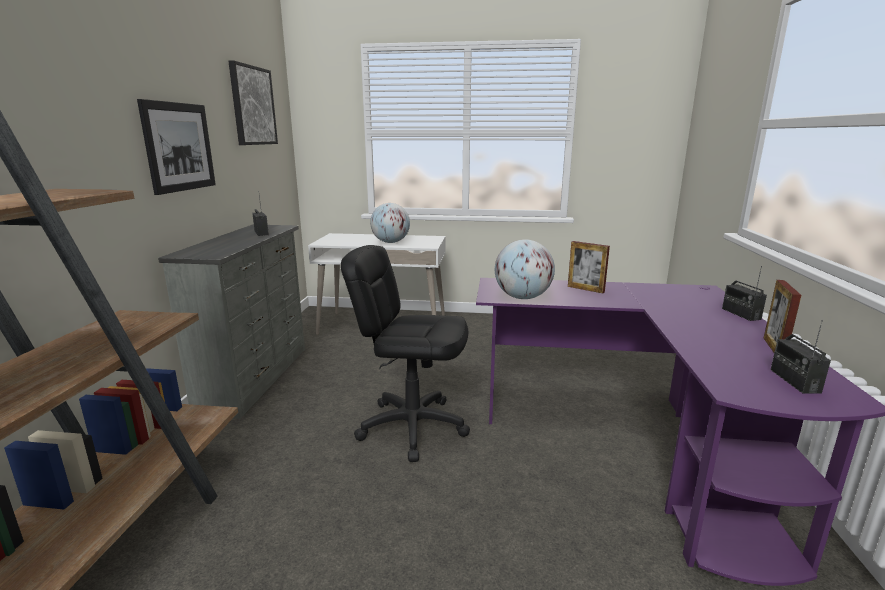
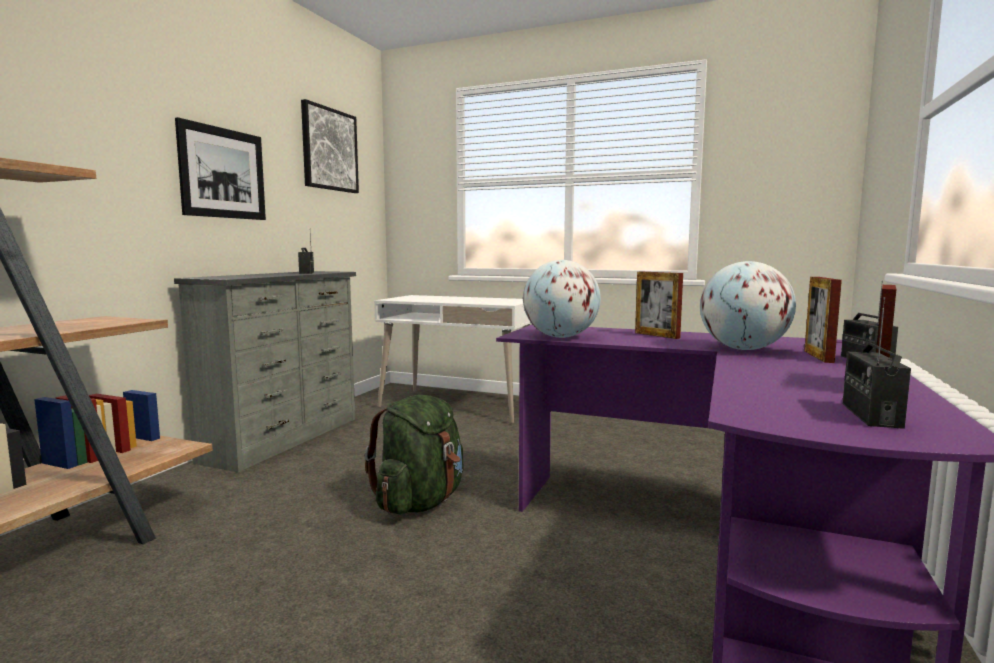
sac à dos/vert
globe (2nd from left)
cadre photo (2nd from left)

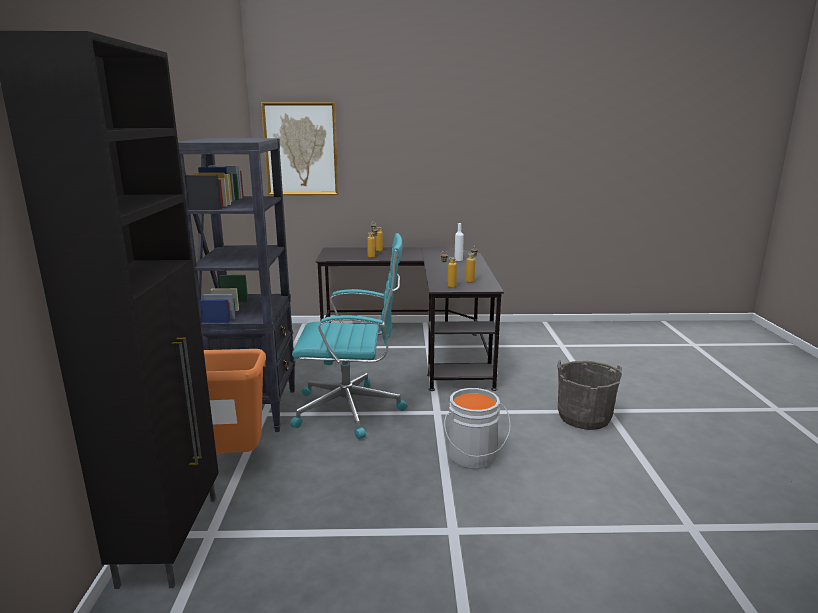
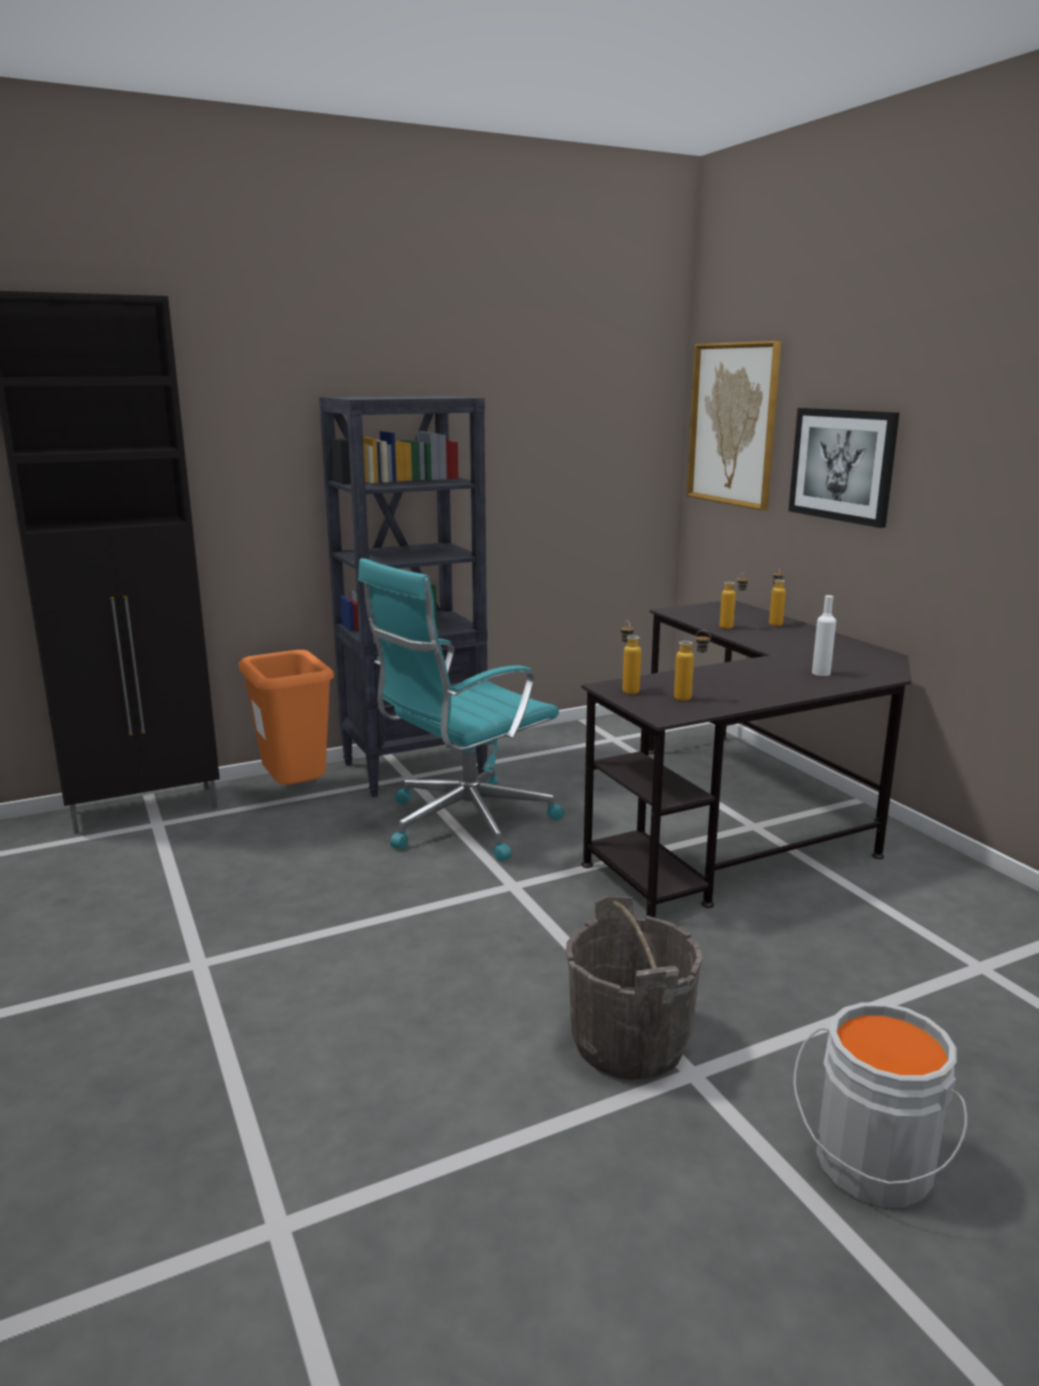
chaise de bureau/turquoise
seau/gris (2nd from left)
tableau (2nd from left)

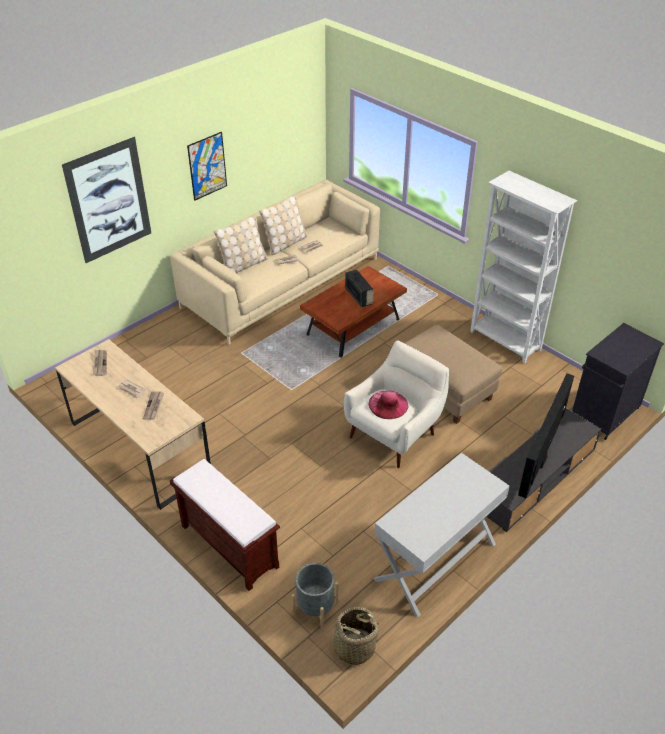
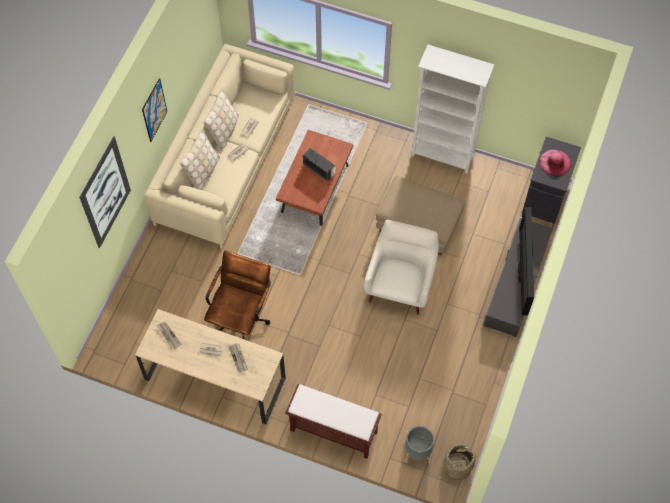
chapeau/rose
table console/blanc
chaise de bureau/marron

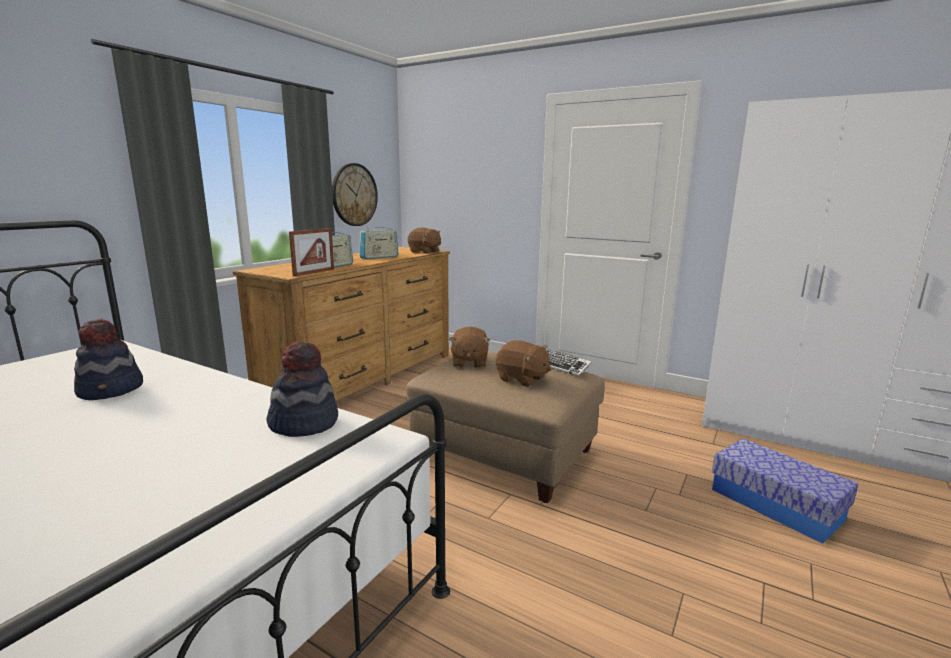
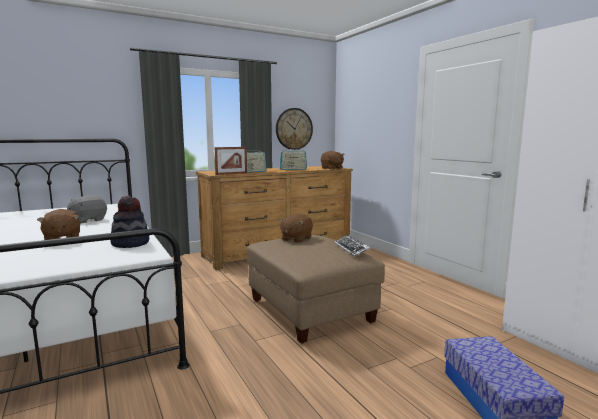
peluche/gris
peluche/marron (1st from left)

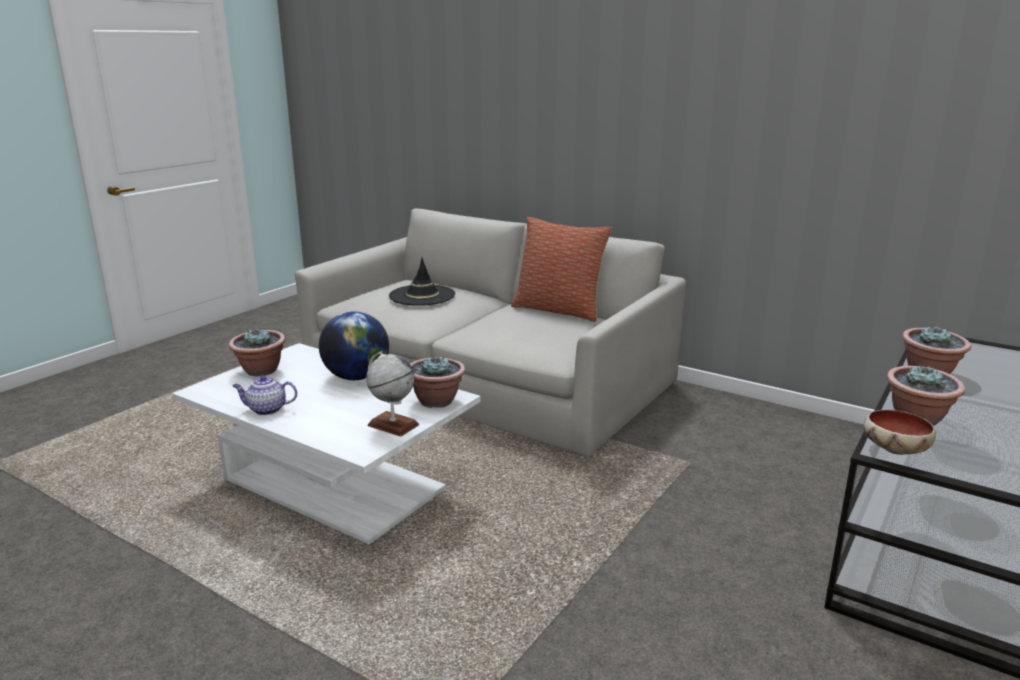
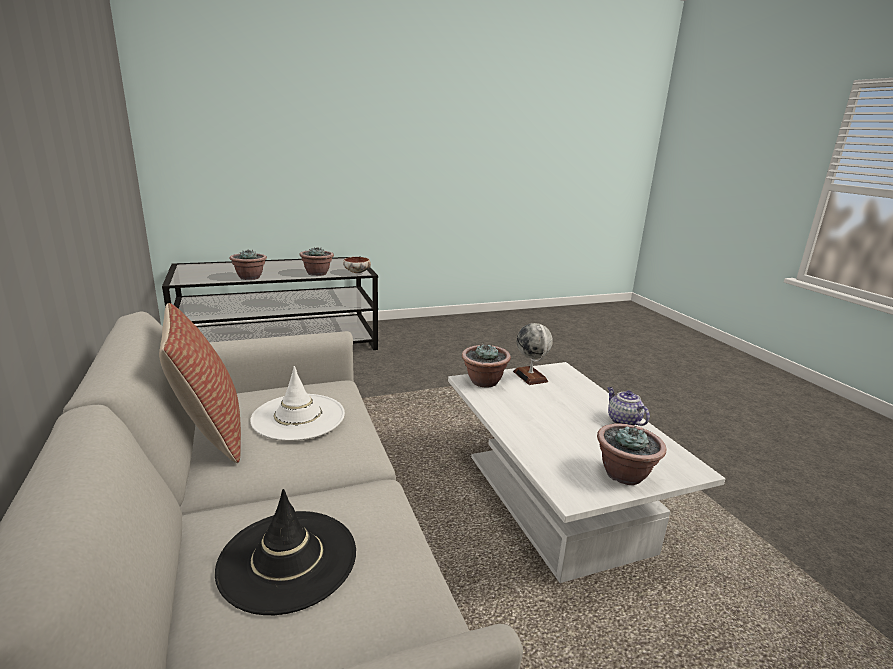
théière
globe (1st from left in the first image)
chapeau/blanc

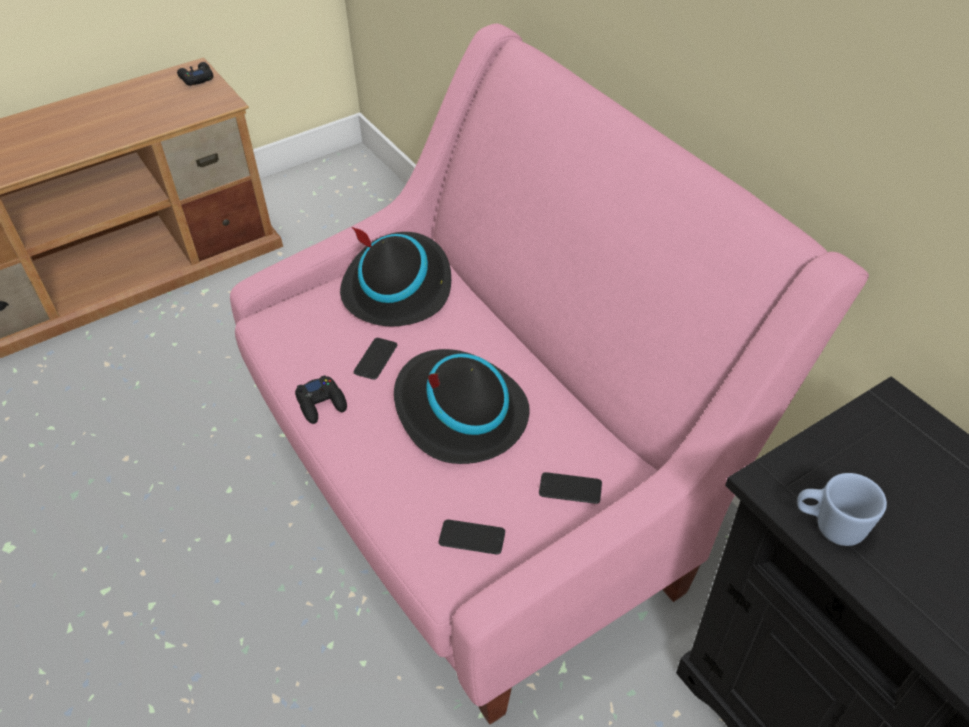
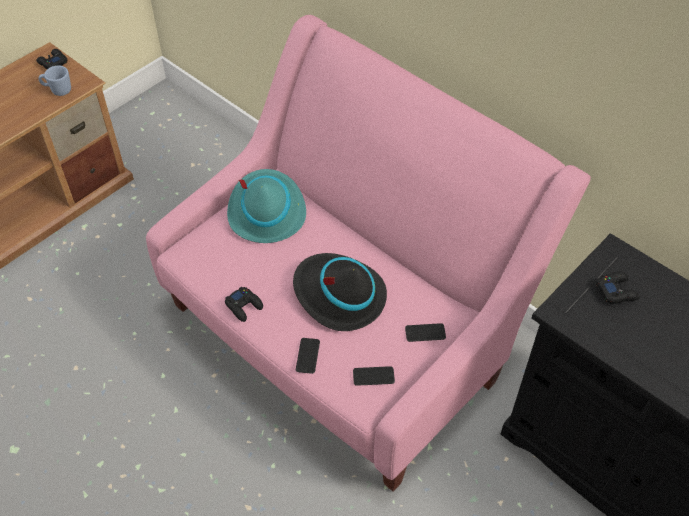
chapeau/turquoise
téléphone (1st from left)
mug/bleu
manette/noir (3rd from left)

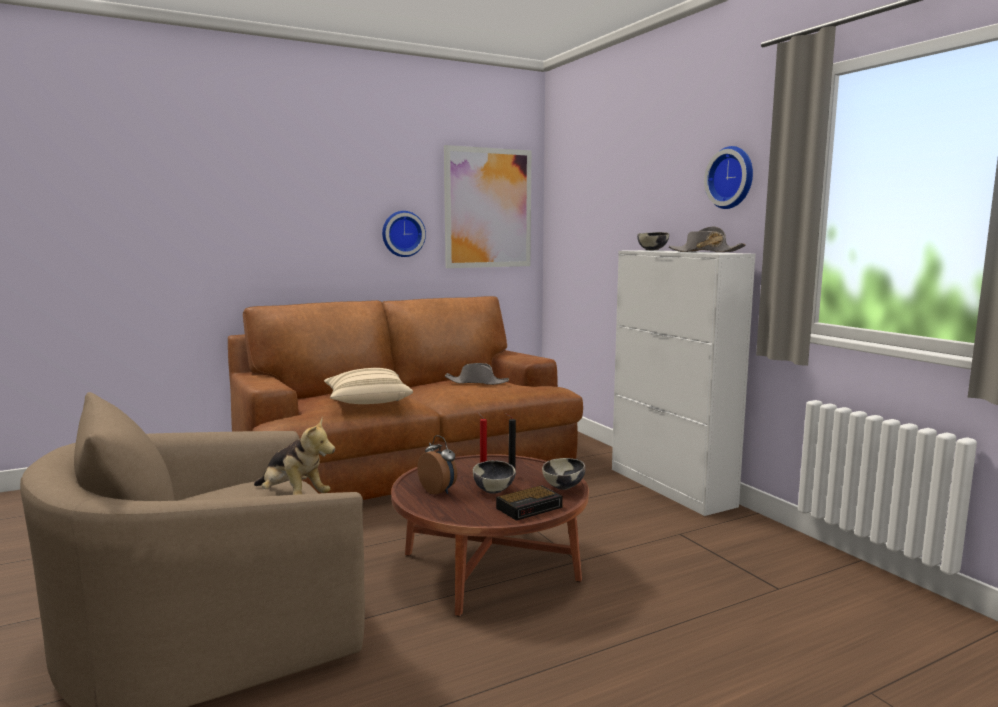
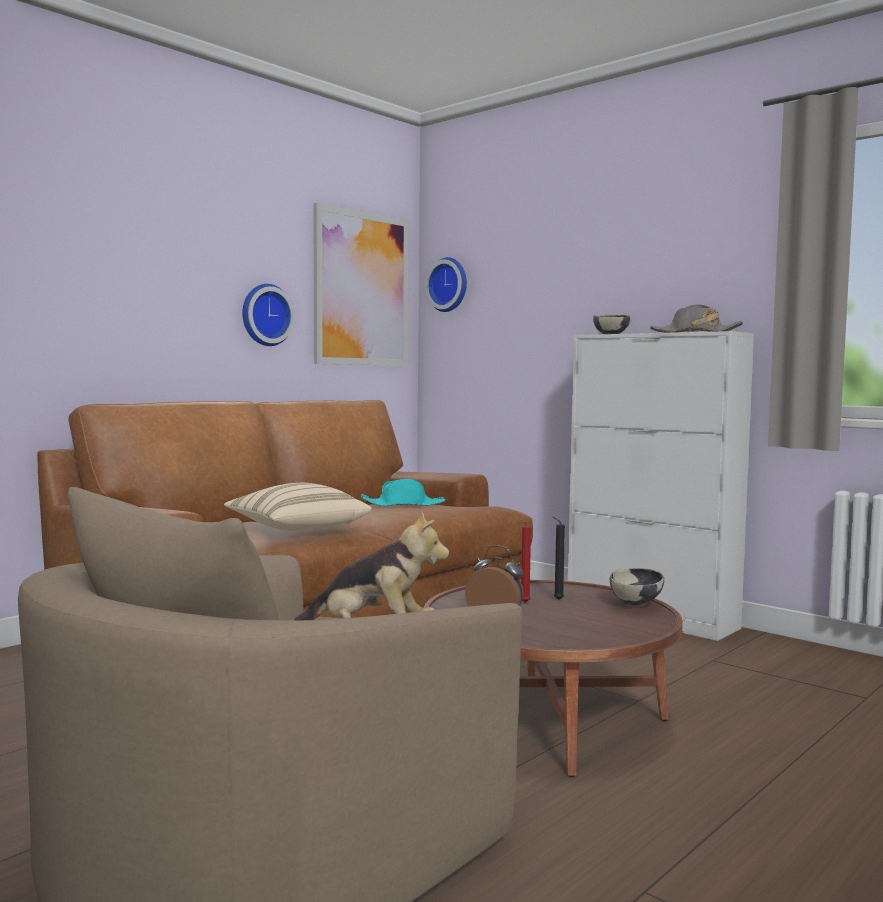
chapeau/turquoise
bol (1st from left in the first image)
réveil (2nd from left in the first image)
horloge murale (2nd from left)

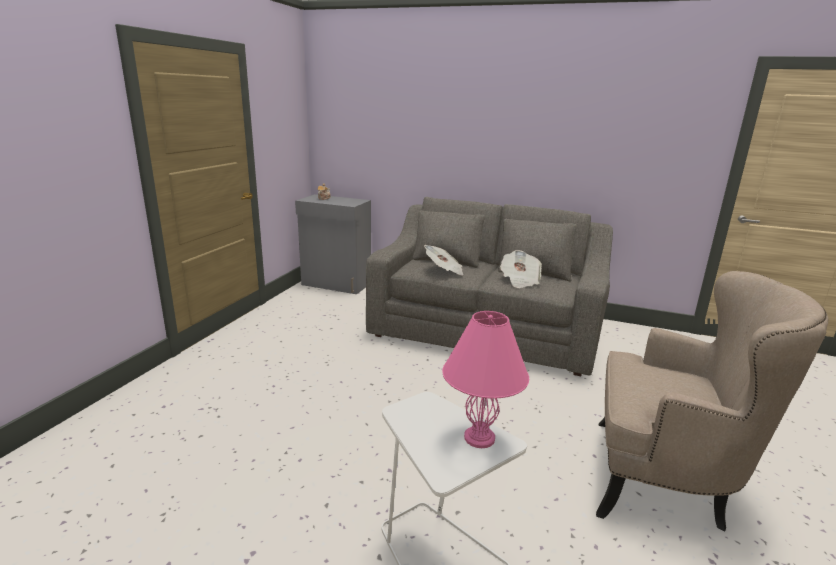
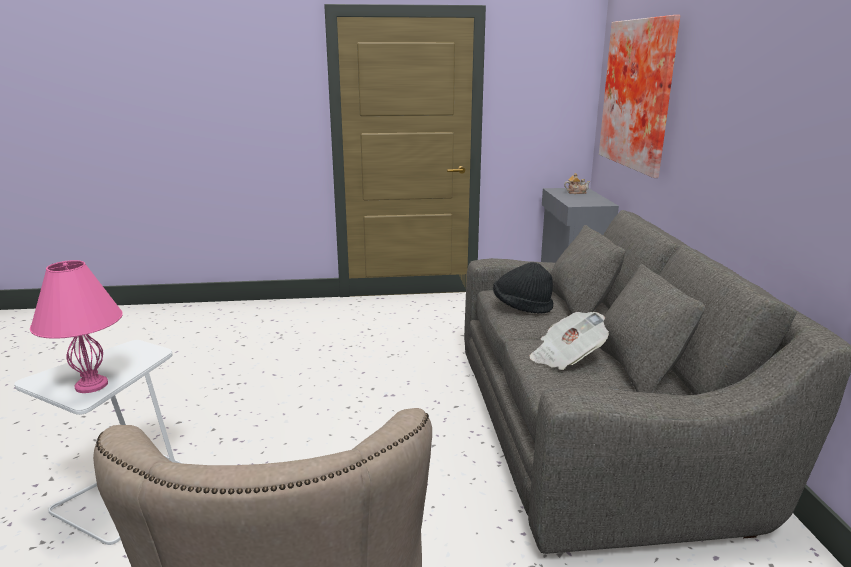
chapeau/noir
tableau

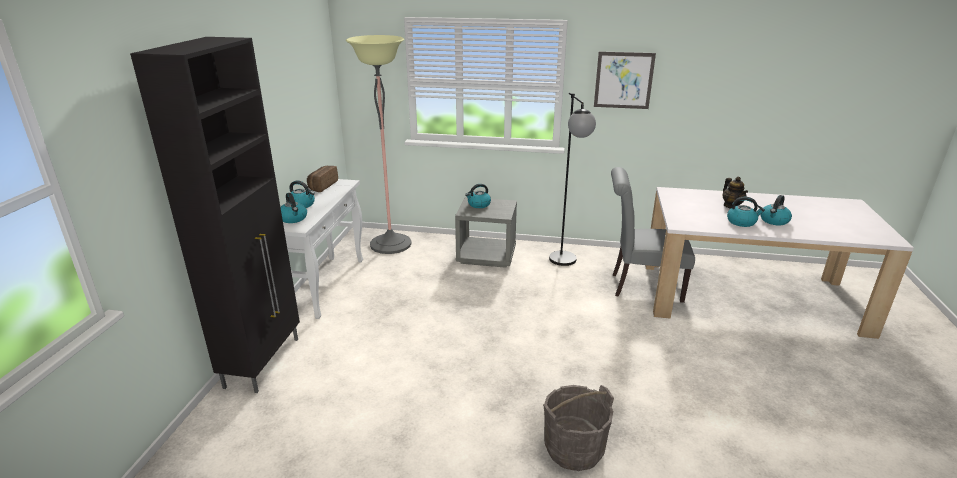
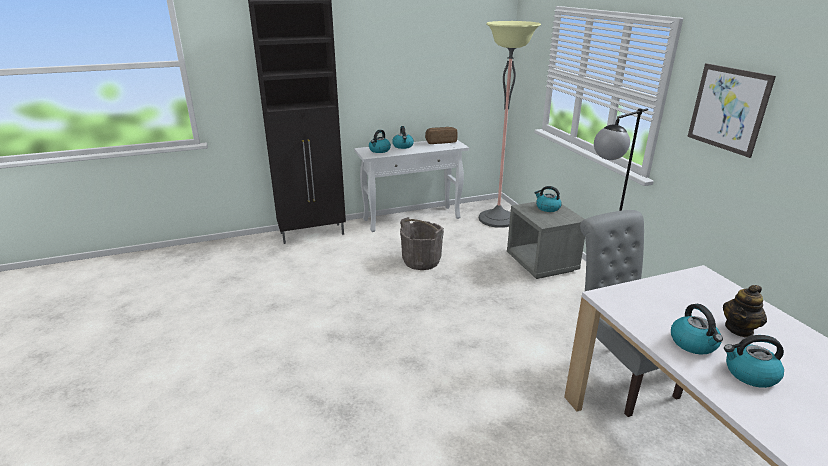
seau/gris

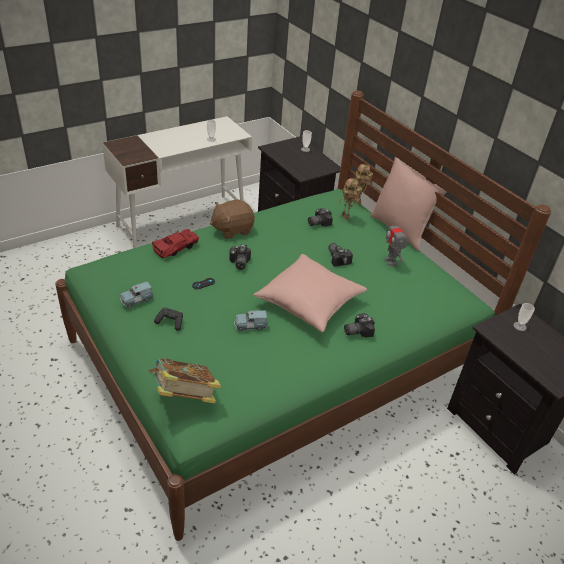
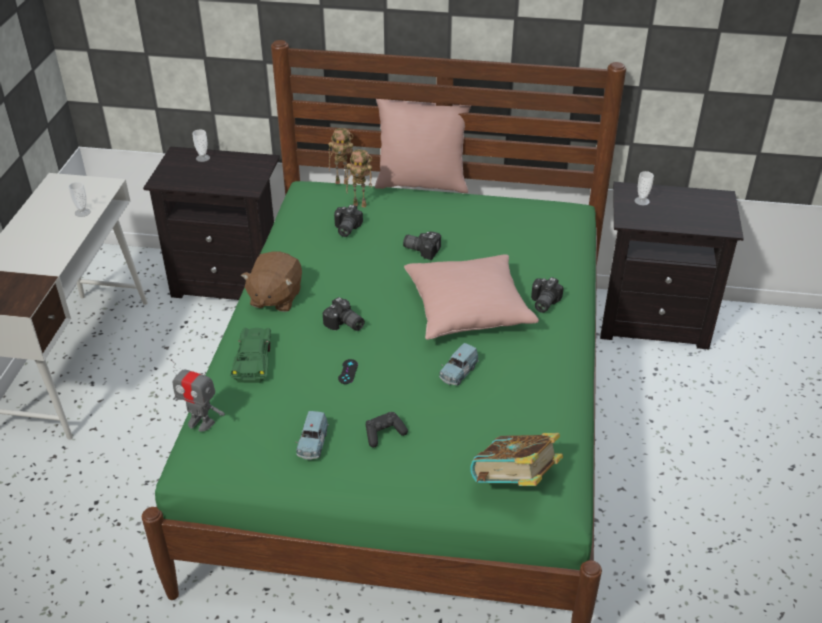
petite voiture/vert
robot jouet (1st from left)

